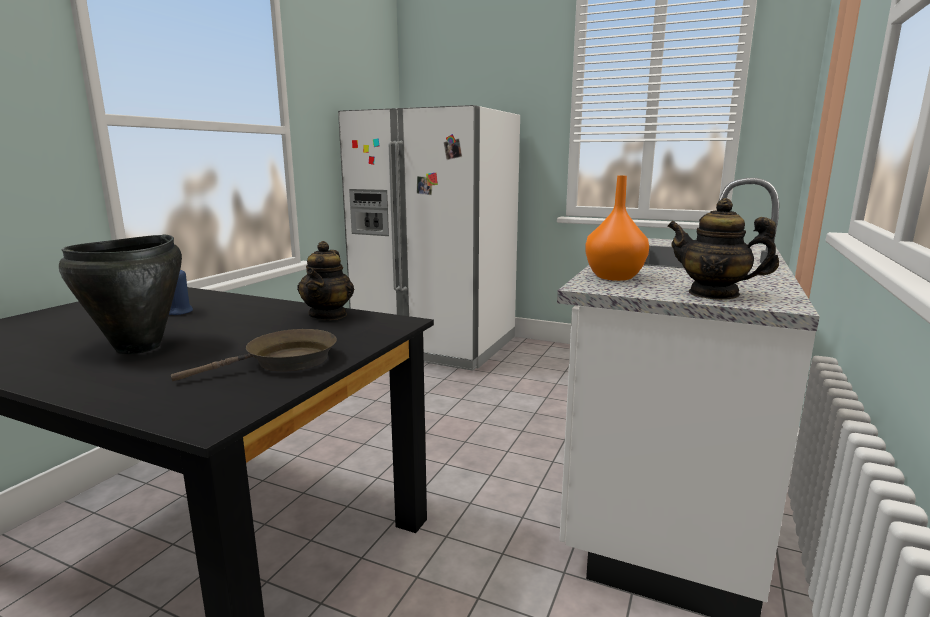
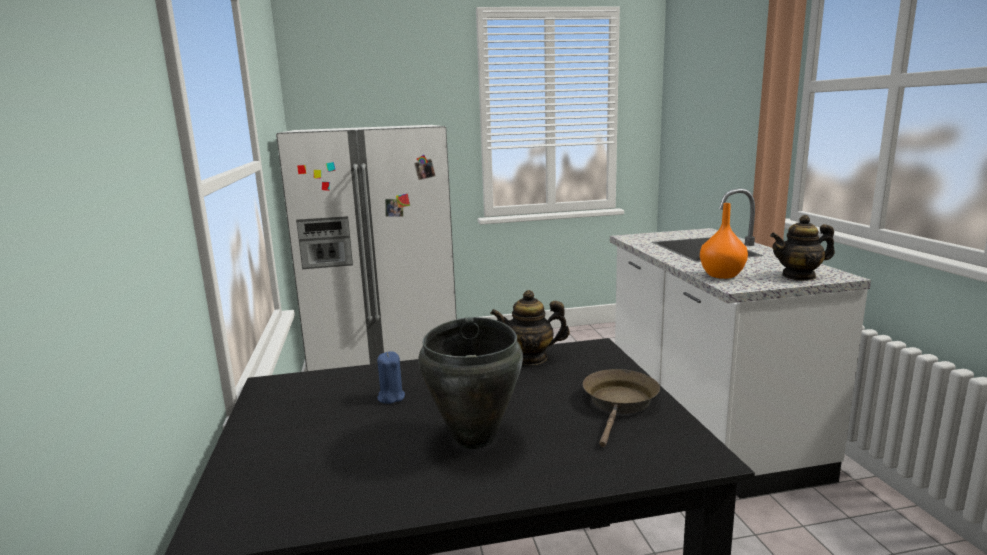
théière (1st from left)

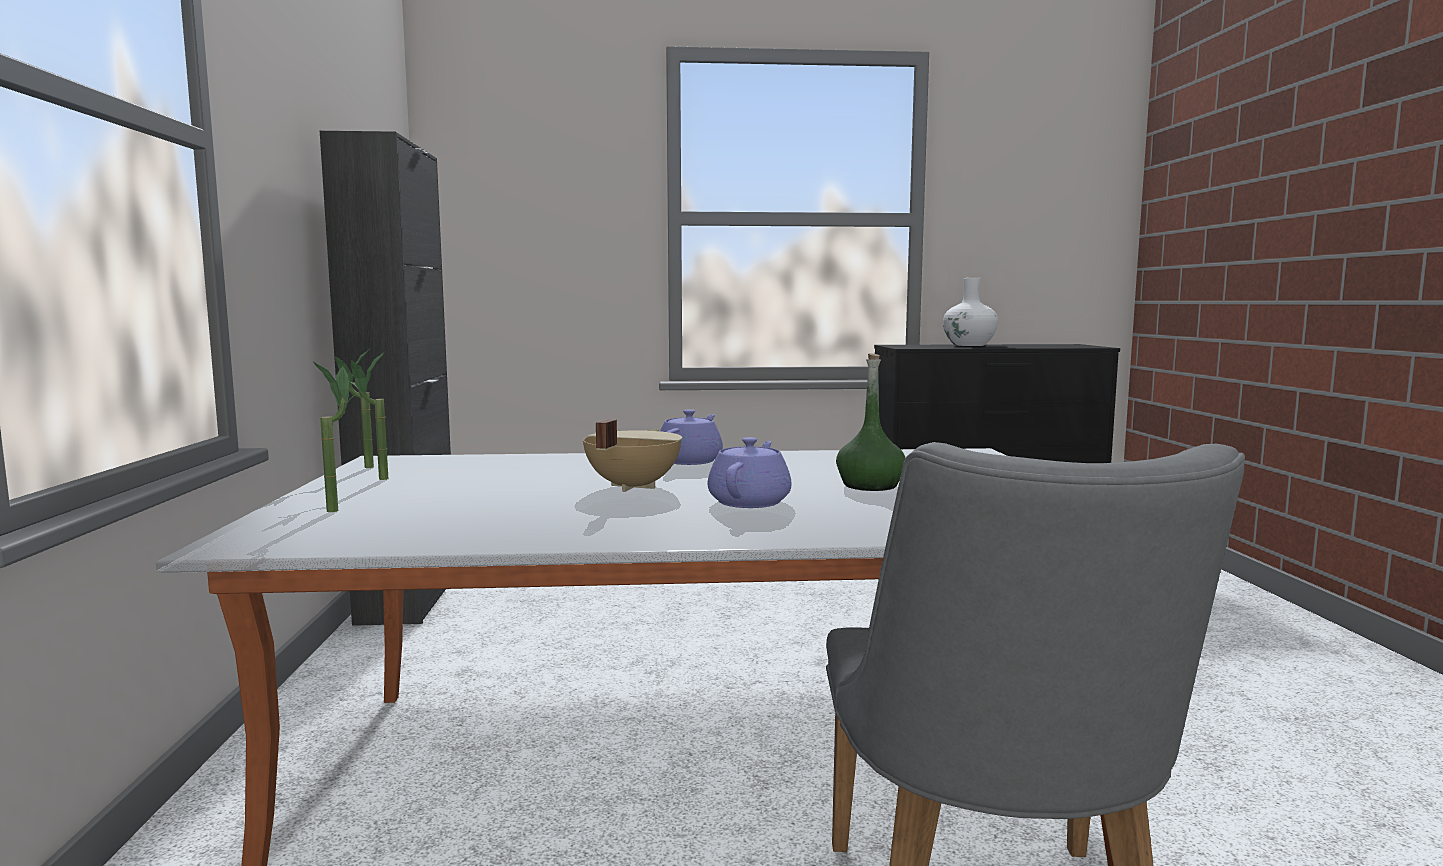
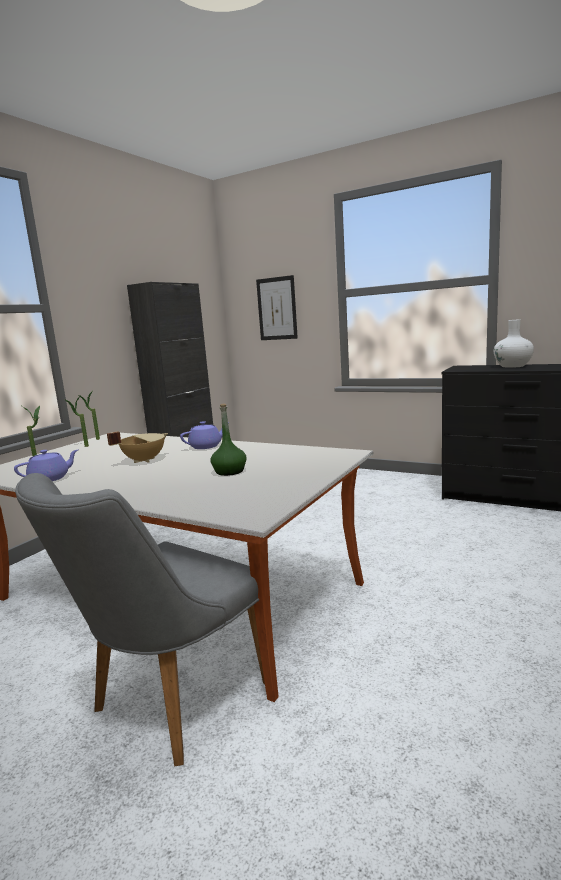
théière/violet (1st from left)
tableau

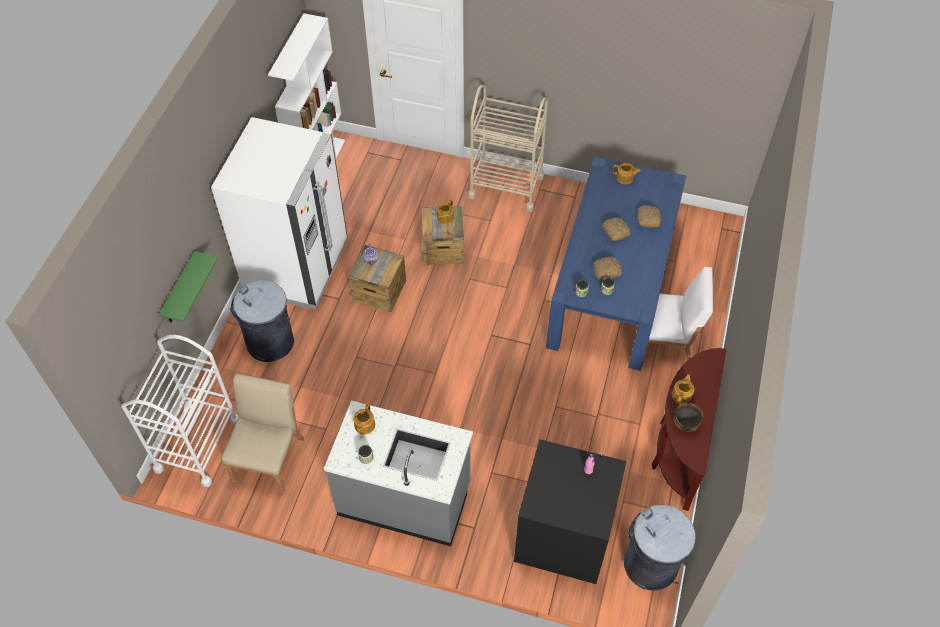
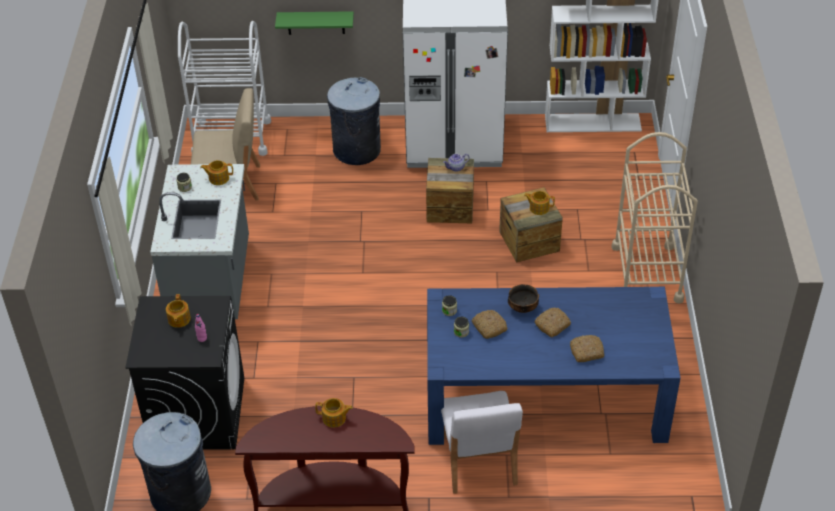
théière (1st from left)
bol

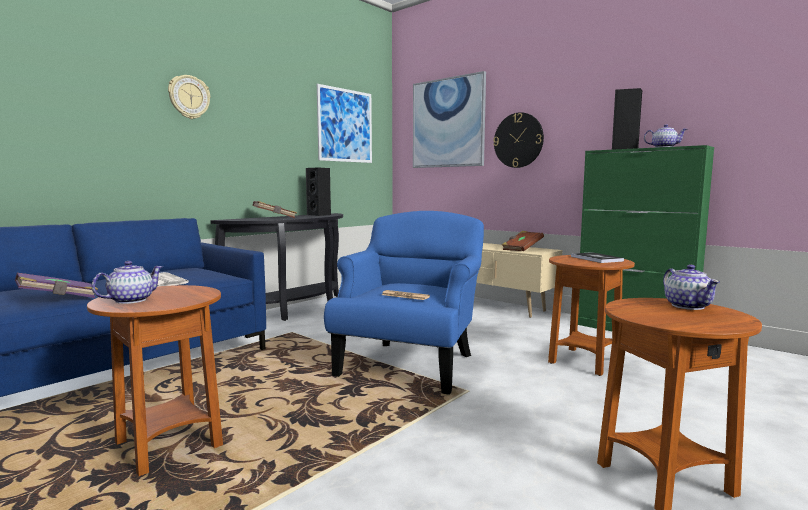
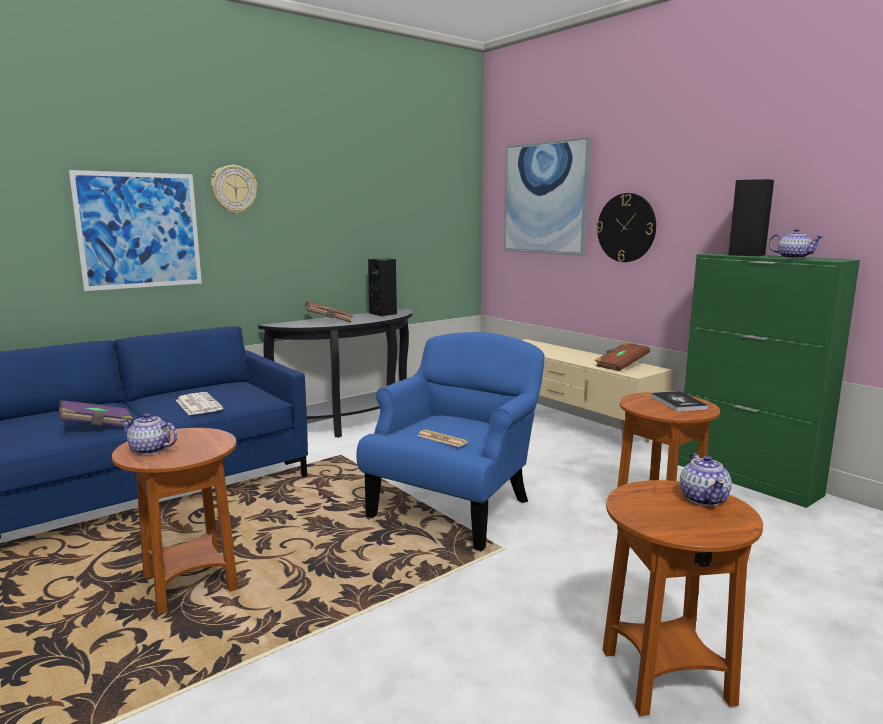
théière (1st from left)
tableau (1st from left)

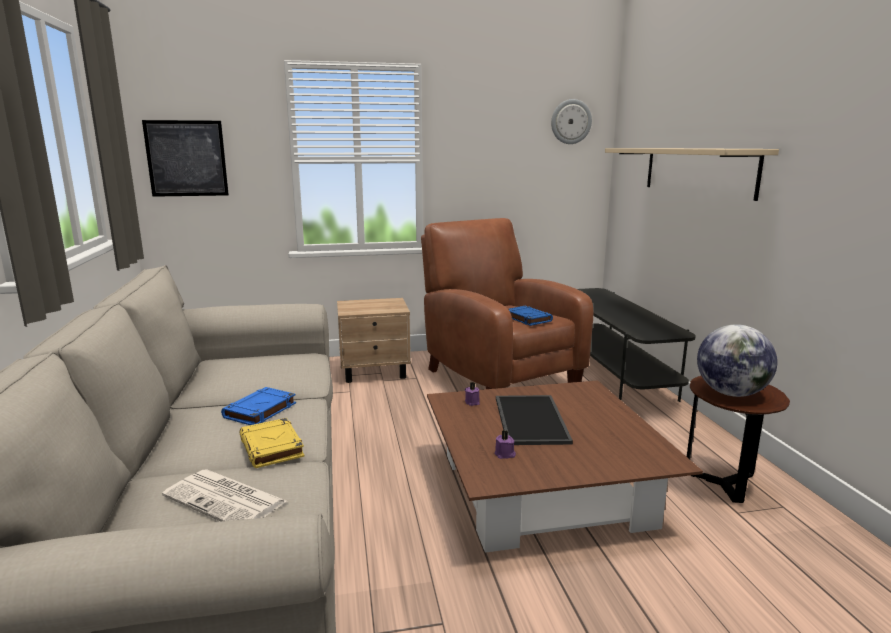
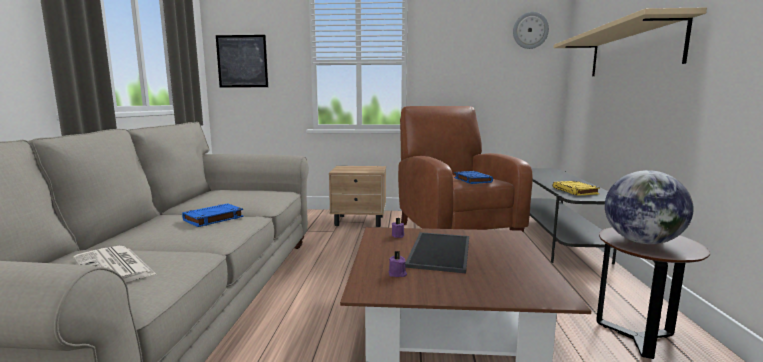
livre/jaune

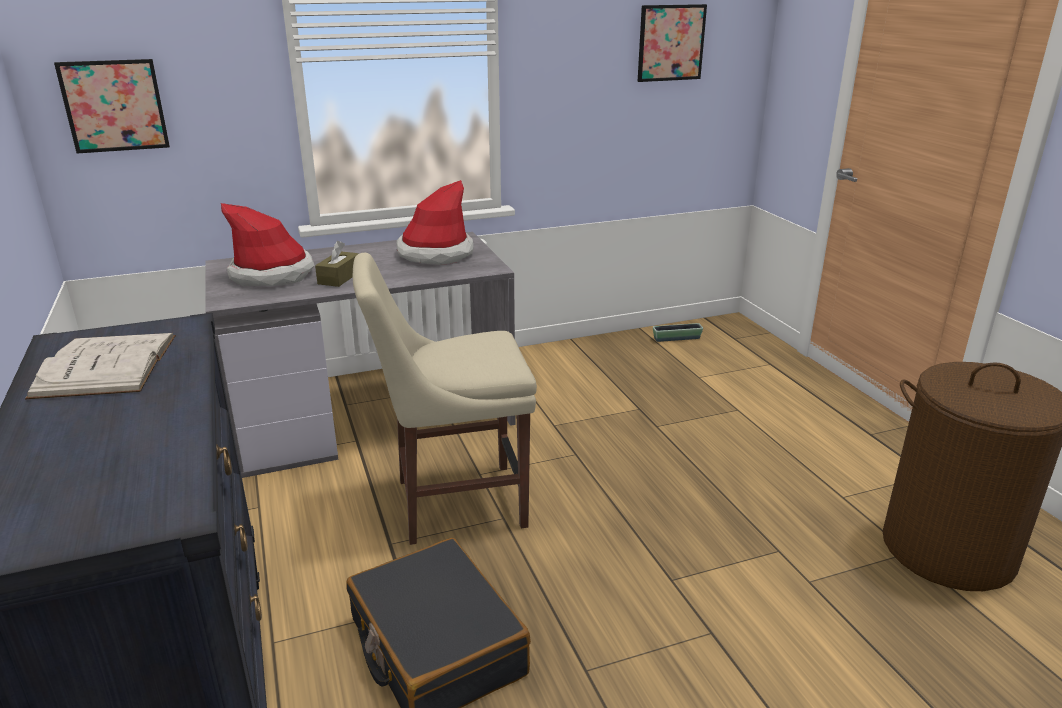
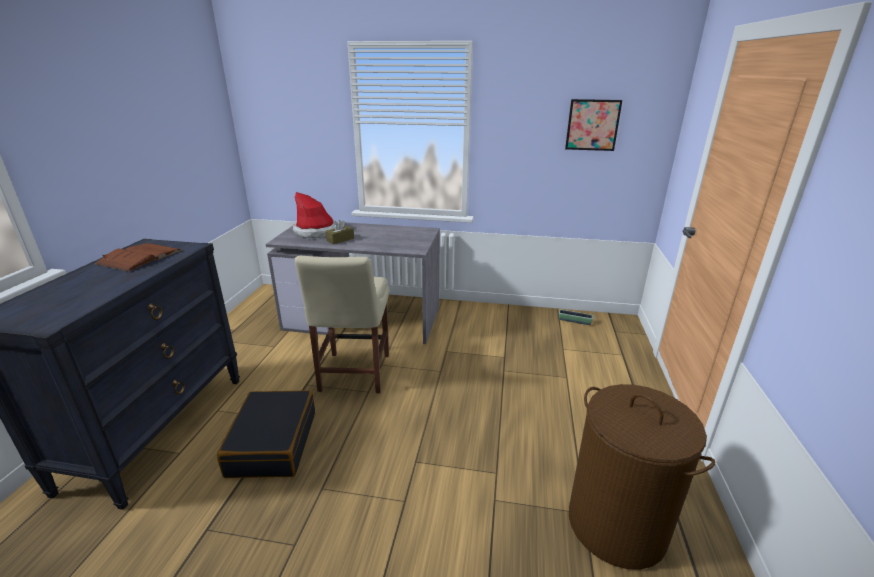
livre/marron
tableau (1st from left in the first image)
chaise/beige
chapeau (2nd from left in the first image)

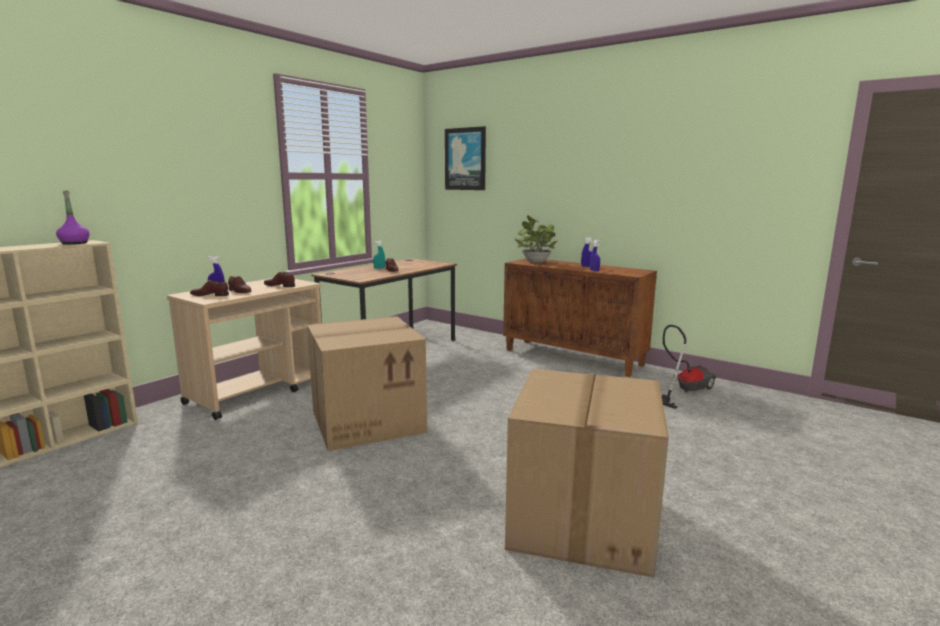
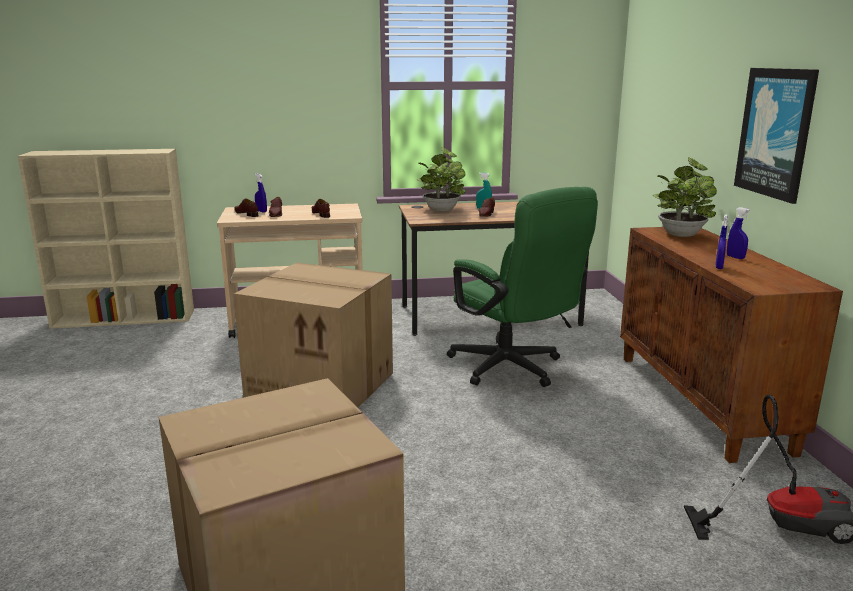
bouteille/violet
tableau
plante en pot (1st from left)
chaise de bureau/vert

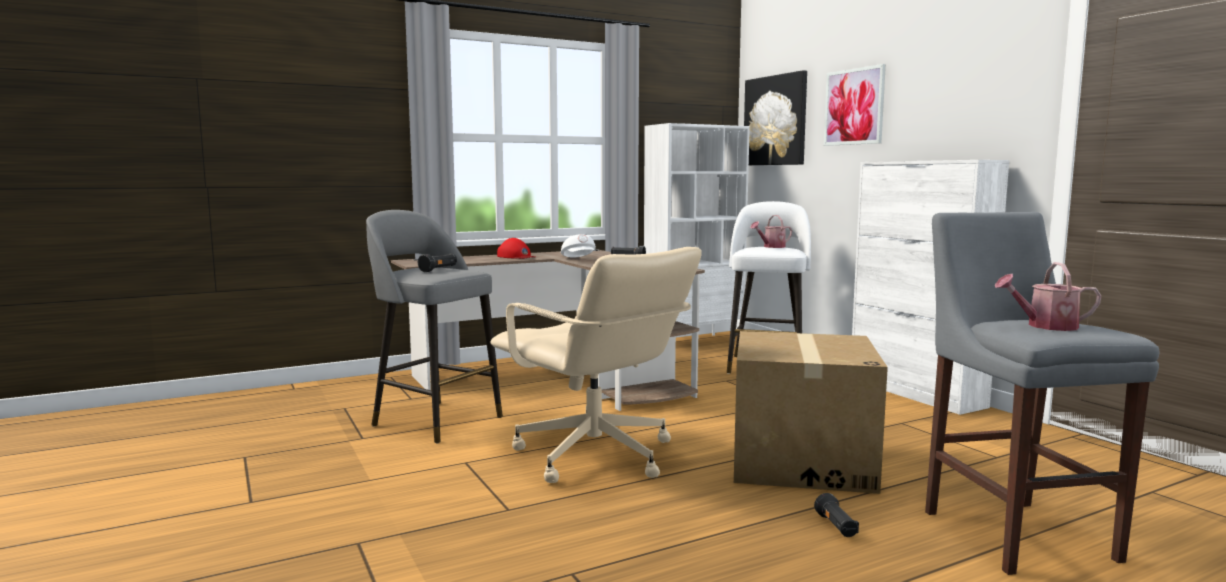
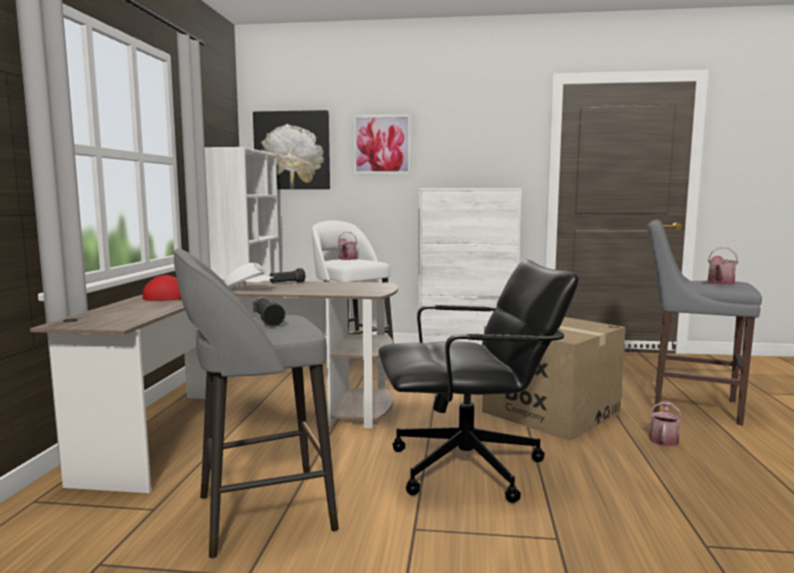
chaise de bureau/noir
arrosoir (2nd from left)

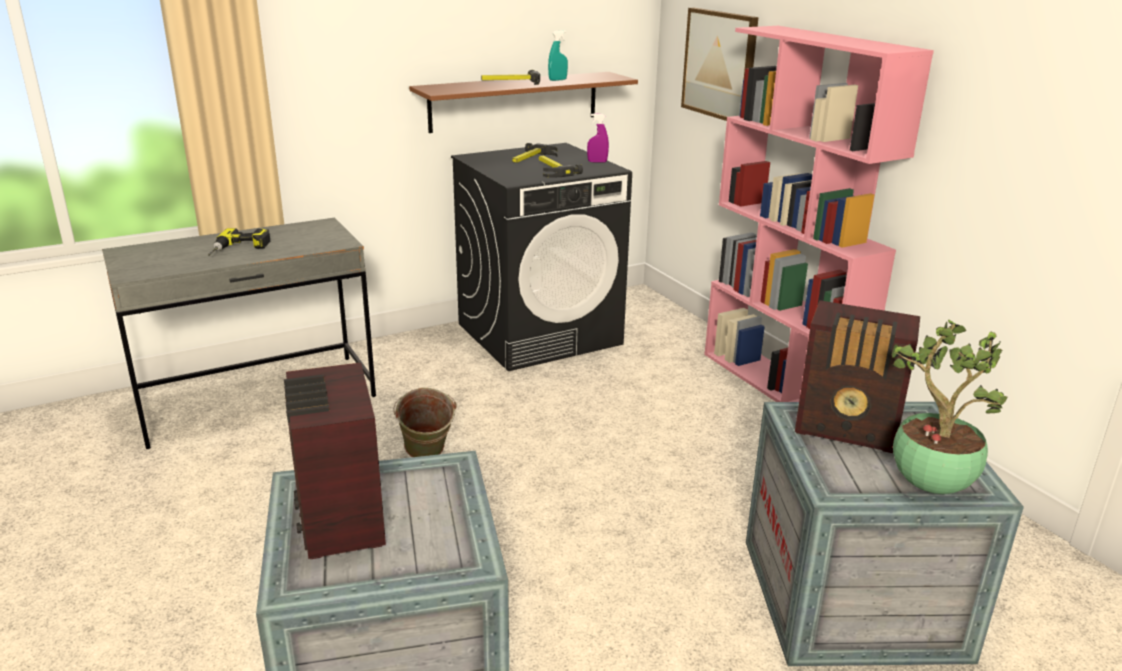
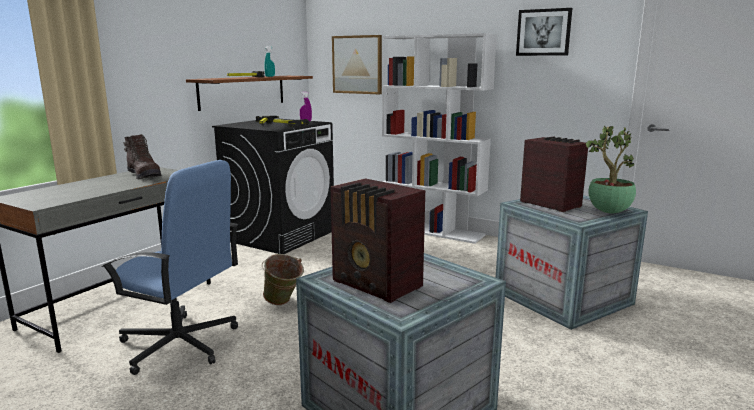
perceuse
bibliothèque/blanc
radio (2nd from left)
chaise de bureau/bleu
botte/marron
tableau (2nd from left)

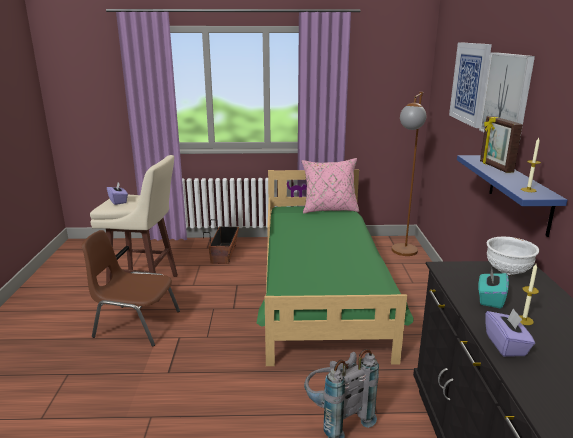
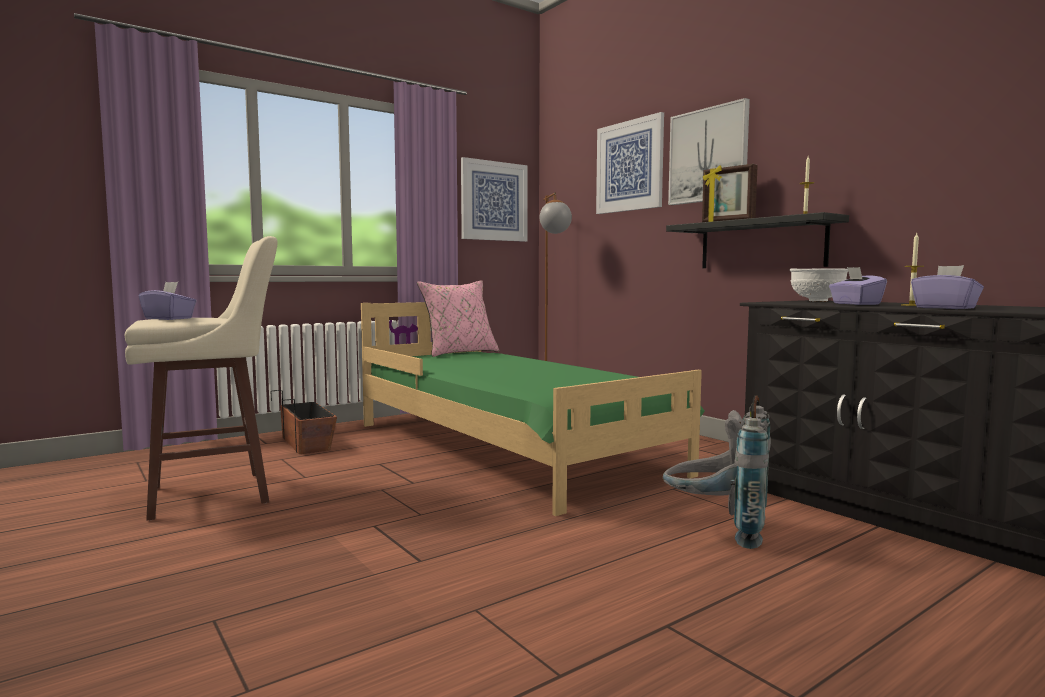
chaise/marron
étagère/noir
boîte à mouchoirs/violet (2nd from left)
tableau (1st from left)

